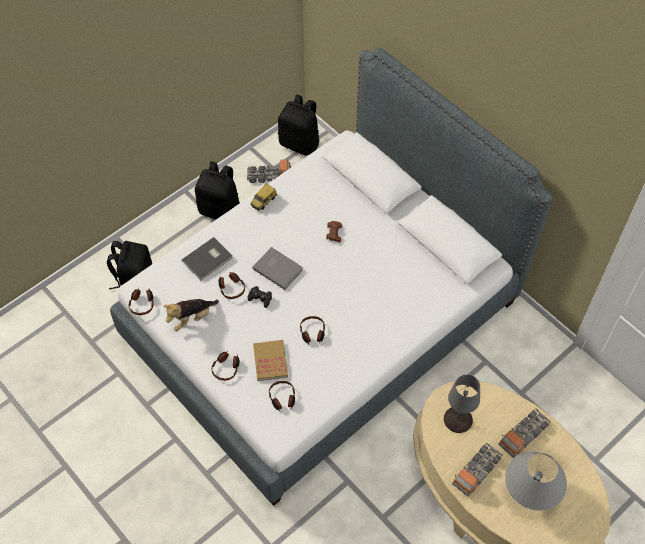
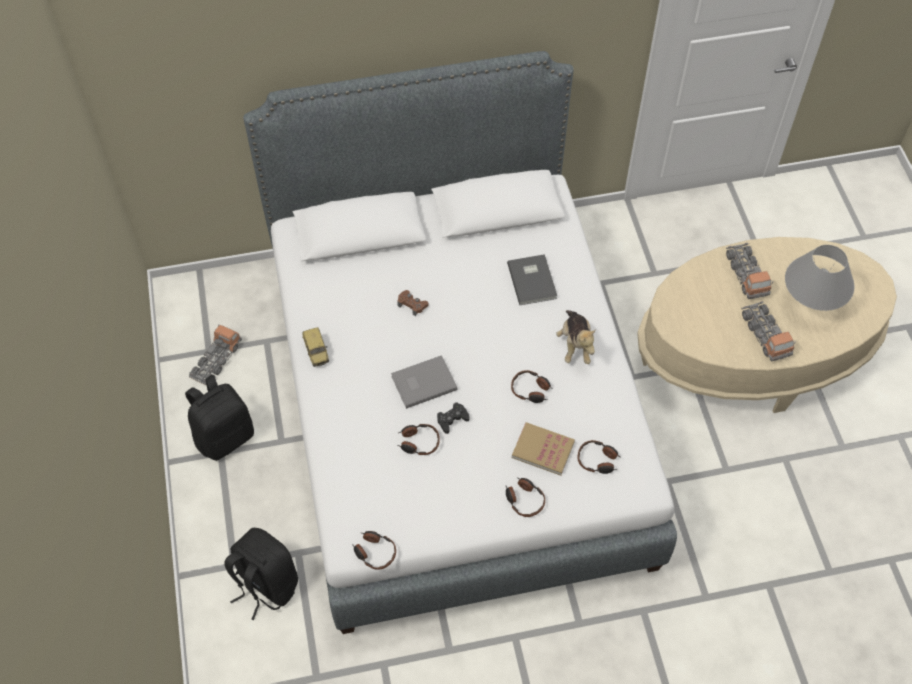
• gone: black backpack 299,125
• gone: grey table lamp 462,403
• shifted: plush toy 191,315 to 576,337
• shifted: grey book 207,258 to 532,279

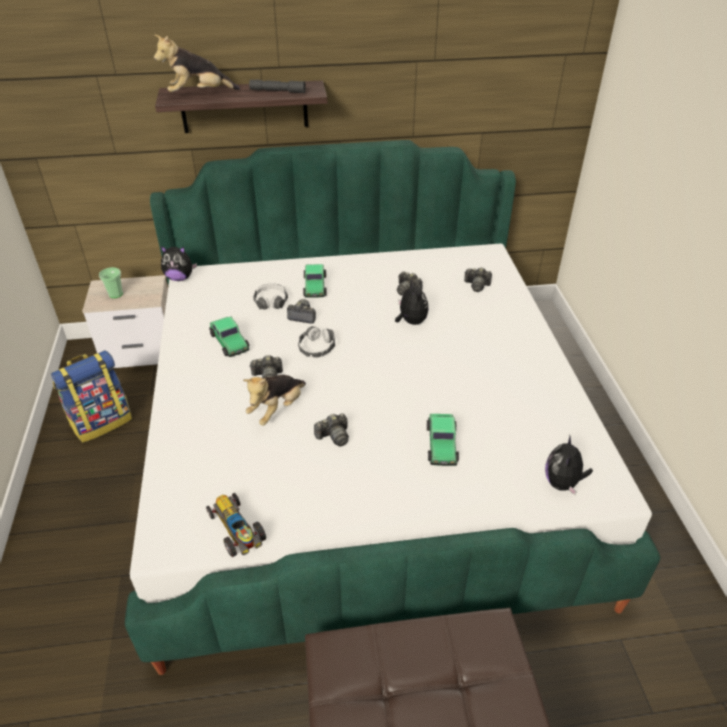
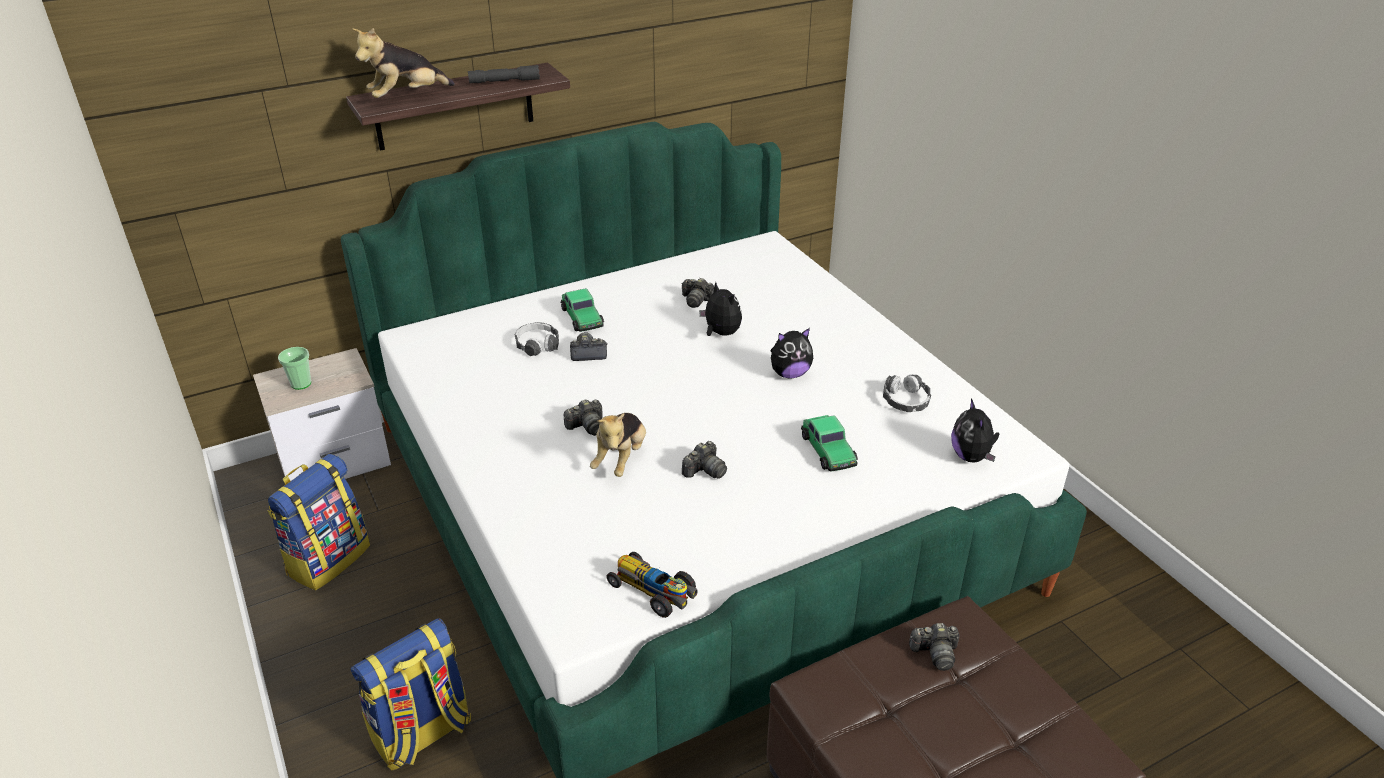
• gone: toy car 229,336
• new: backpack 411,694
• shifted: plush toy 179,263 to 792,353
• shifted: headphones 316,342 to 907,393
• shifted: photo camera 478,279 to 934,647

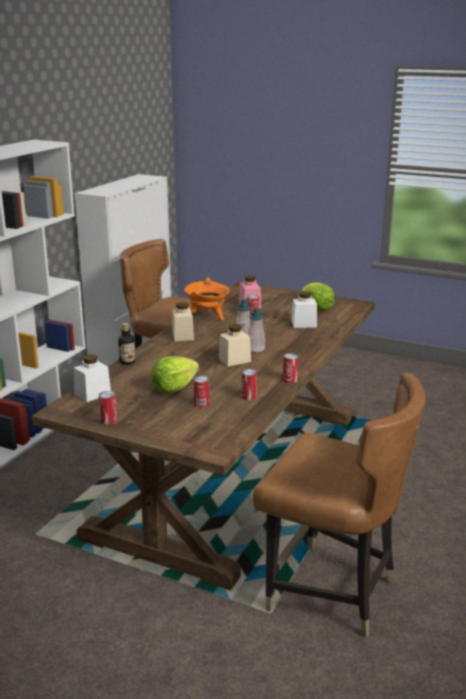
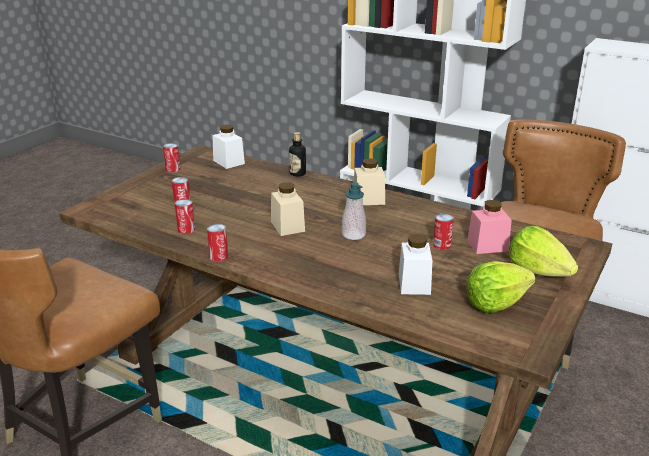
• gone: orange cooking pot 207,299
• gone: soap dispenser 256,330
• shifted: lettuce 175,374 to 543,251

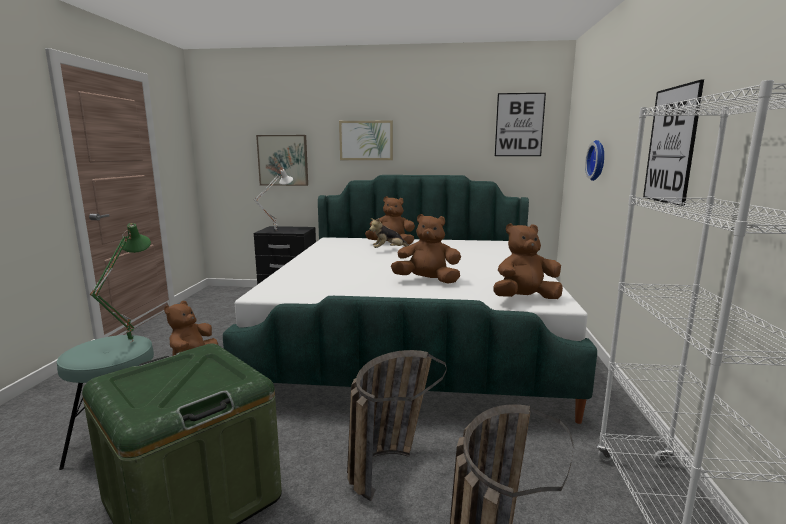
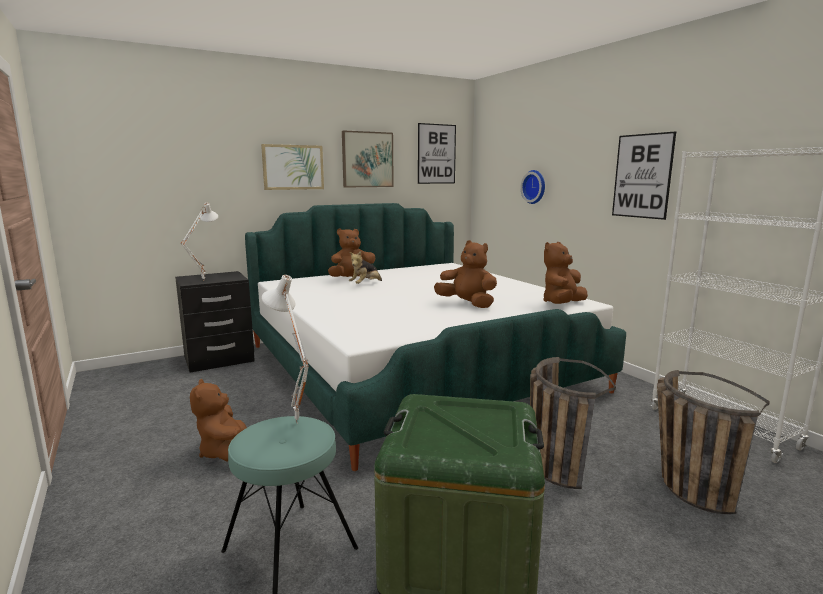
• shifted: picture 282,160 to 368,159
• repainted: green table lamp 120,283 to white table lamp 285,349
• rotated: brown plush toy 426,249 = 465,274 60 degrees clockwise

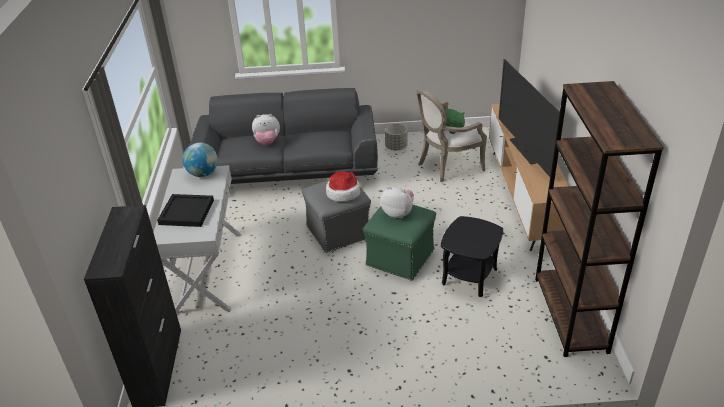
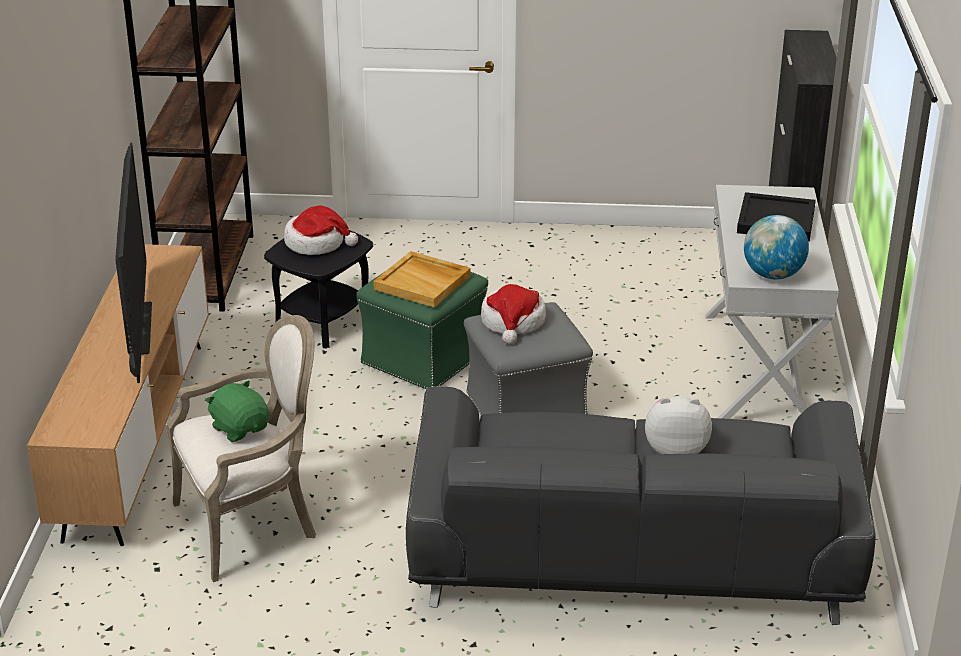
• gone: grey planter 396,136
• new: hat 321,230
• swapped: plush toy 397,202 to beige tray 421,279

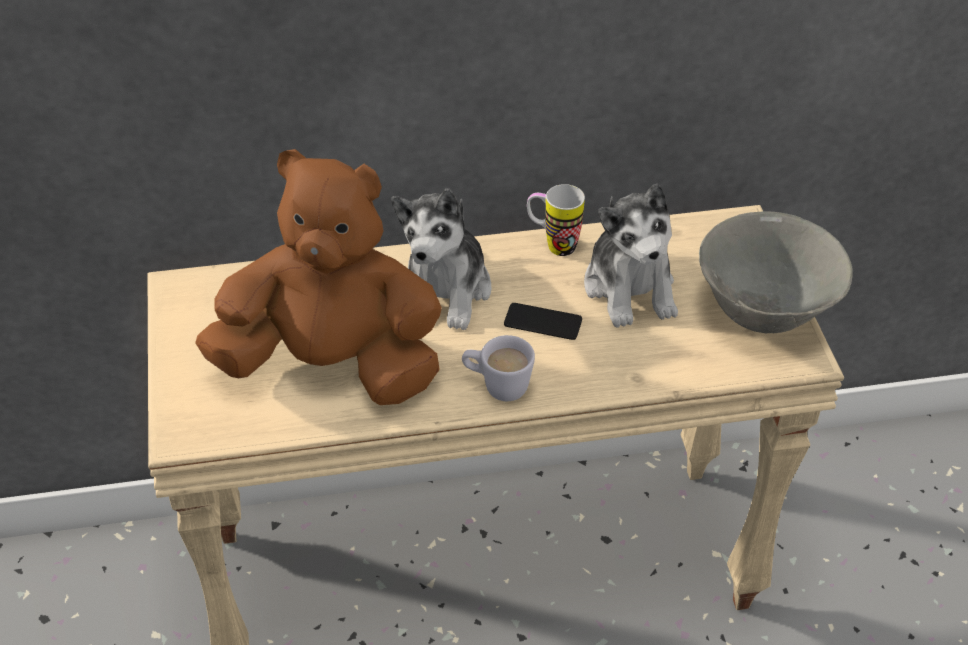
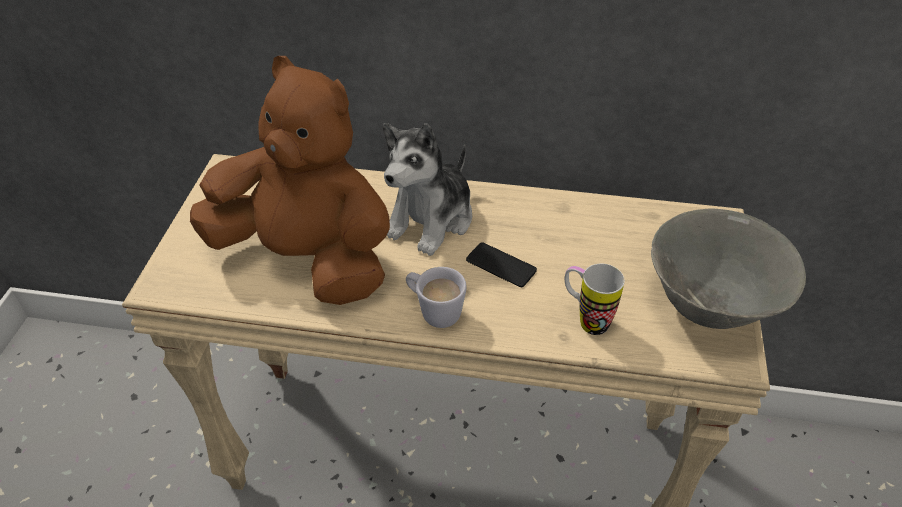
• gone: plush toy 631,255
• shifted: mug 556,220 to 595,299

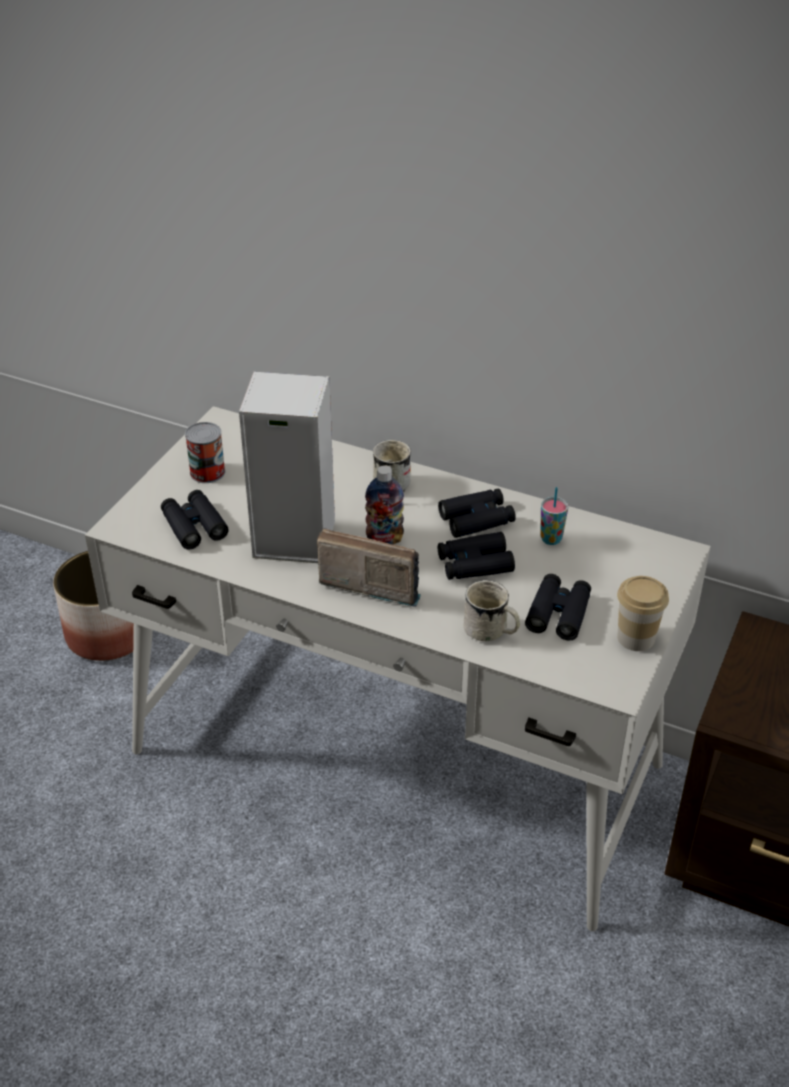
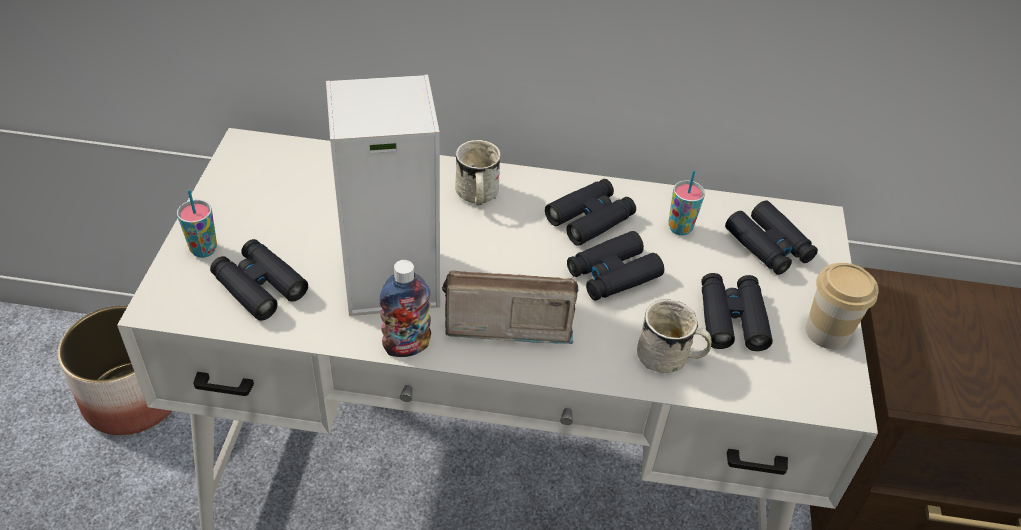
• gone: can 205,452
• new: cup 197,223
• new: black binoculars 771,237
• shifted: bottle 384,504 to 405,308

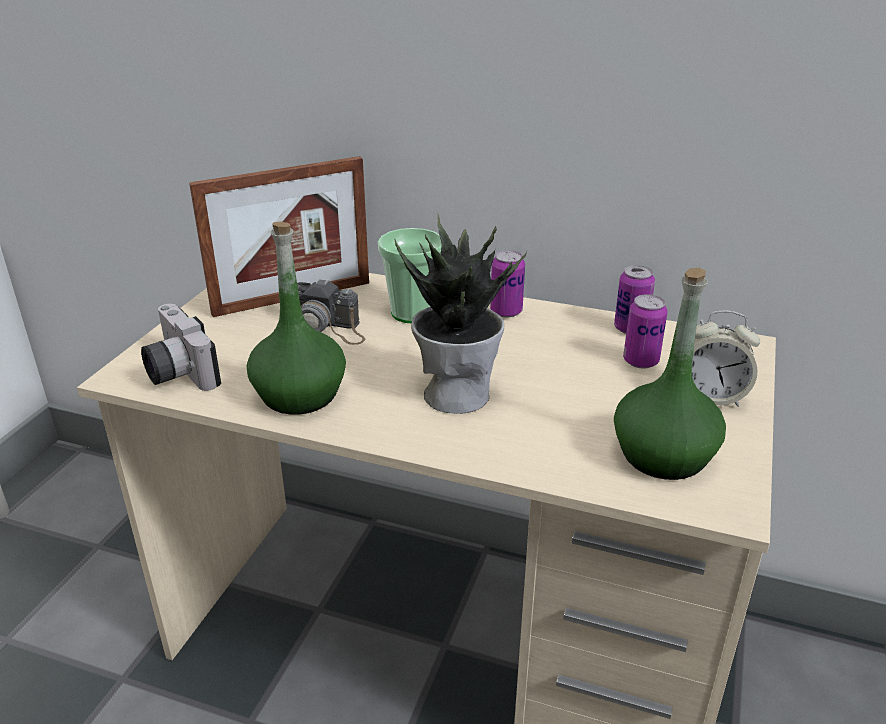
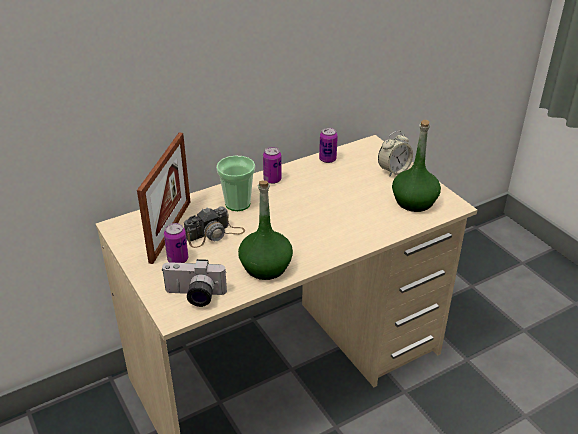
• gone: potted plant 461,313
• shifted: can 645,331 to 176,243

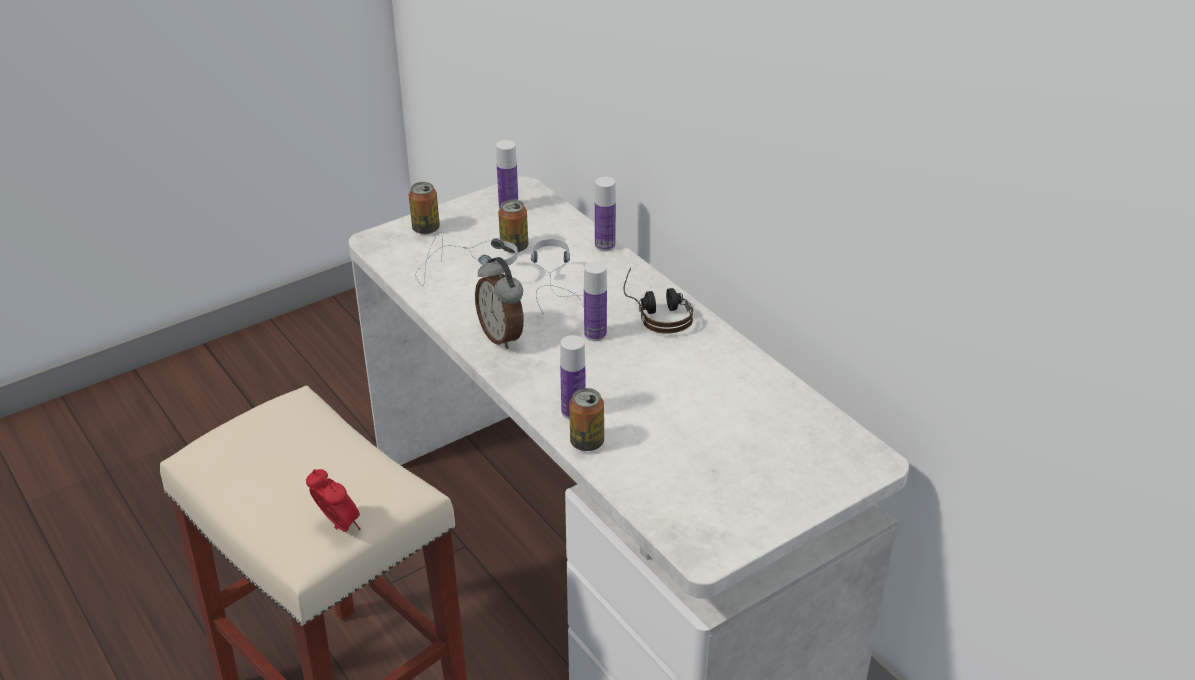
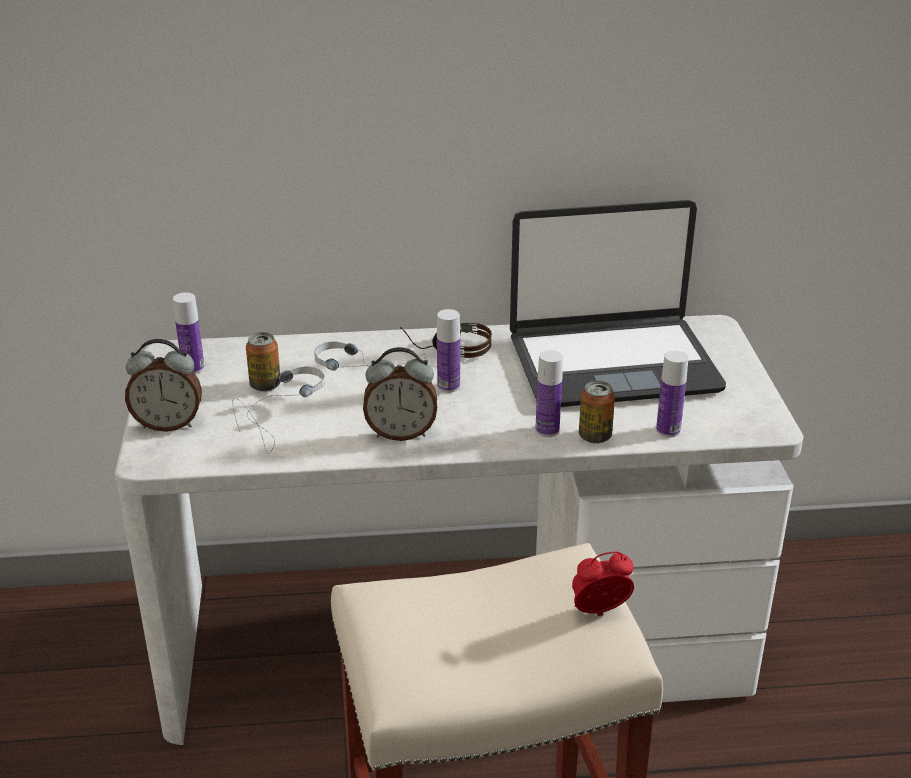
• new: laptop 618,303
• shifted: bottle 605,214 to 672,394
• swapped: can 424,208 to alarm clock 163,385

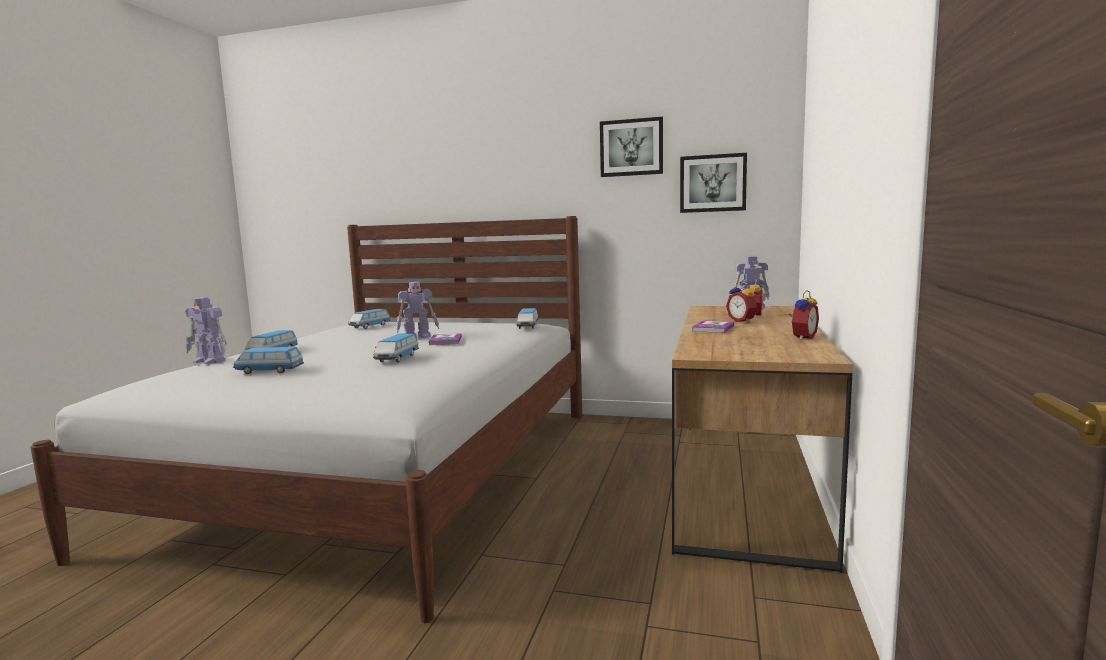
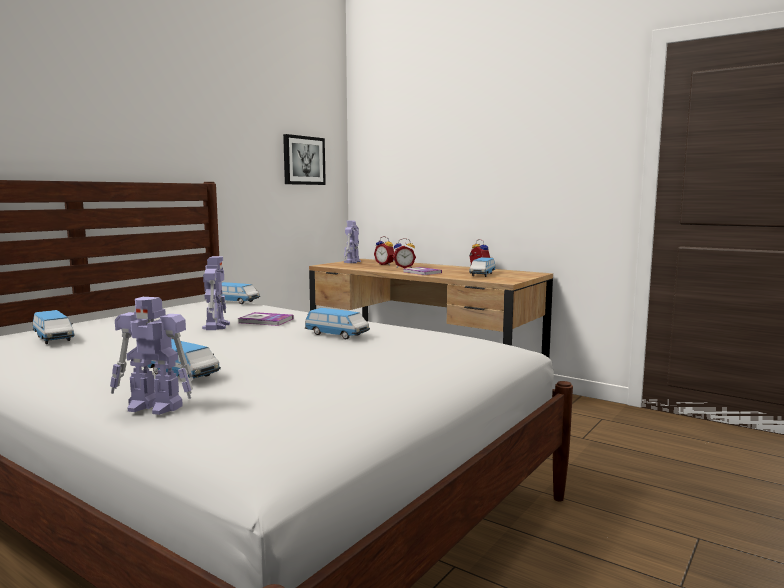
• gone: picture 631,147
• shifted: toy car 268,360 to 482,267
• rotated: toy robot 206,331 = 151,356 60 degrees clockwise

